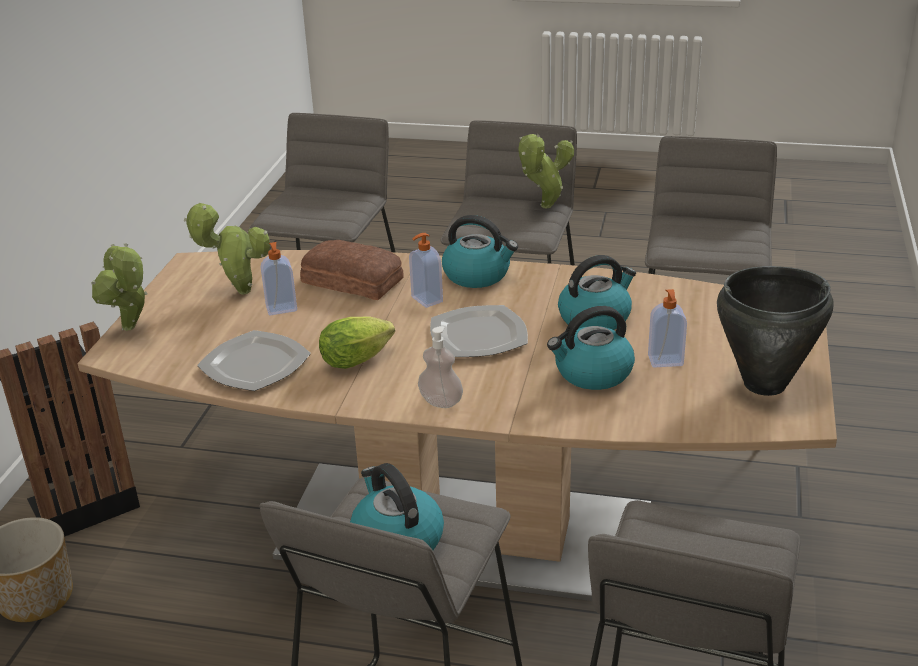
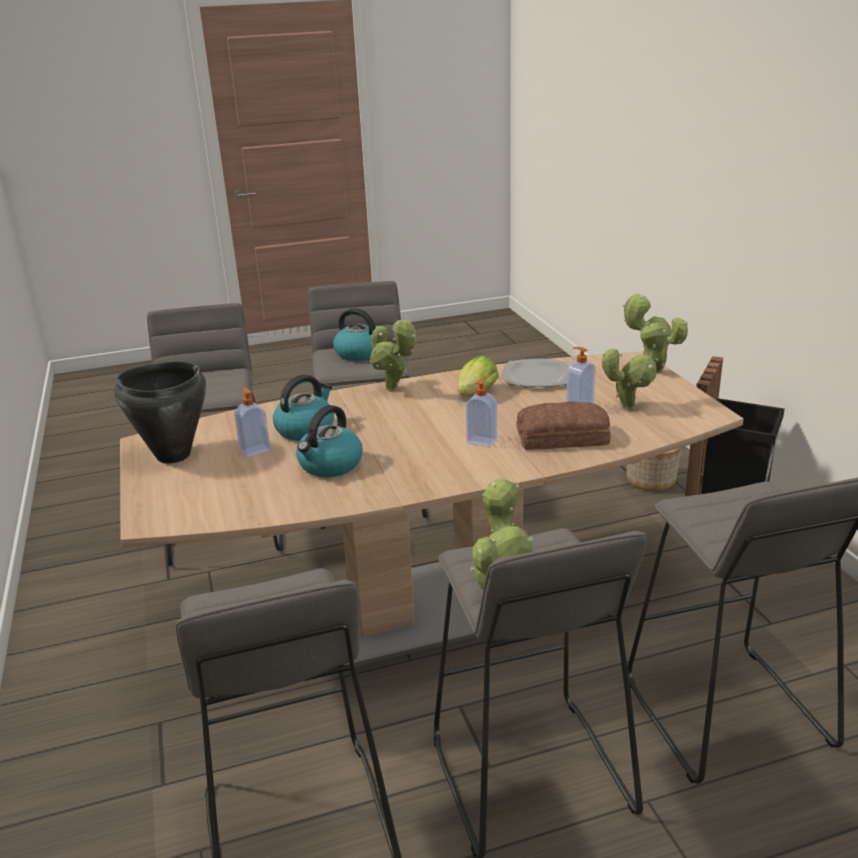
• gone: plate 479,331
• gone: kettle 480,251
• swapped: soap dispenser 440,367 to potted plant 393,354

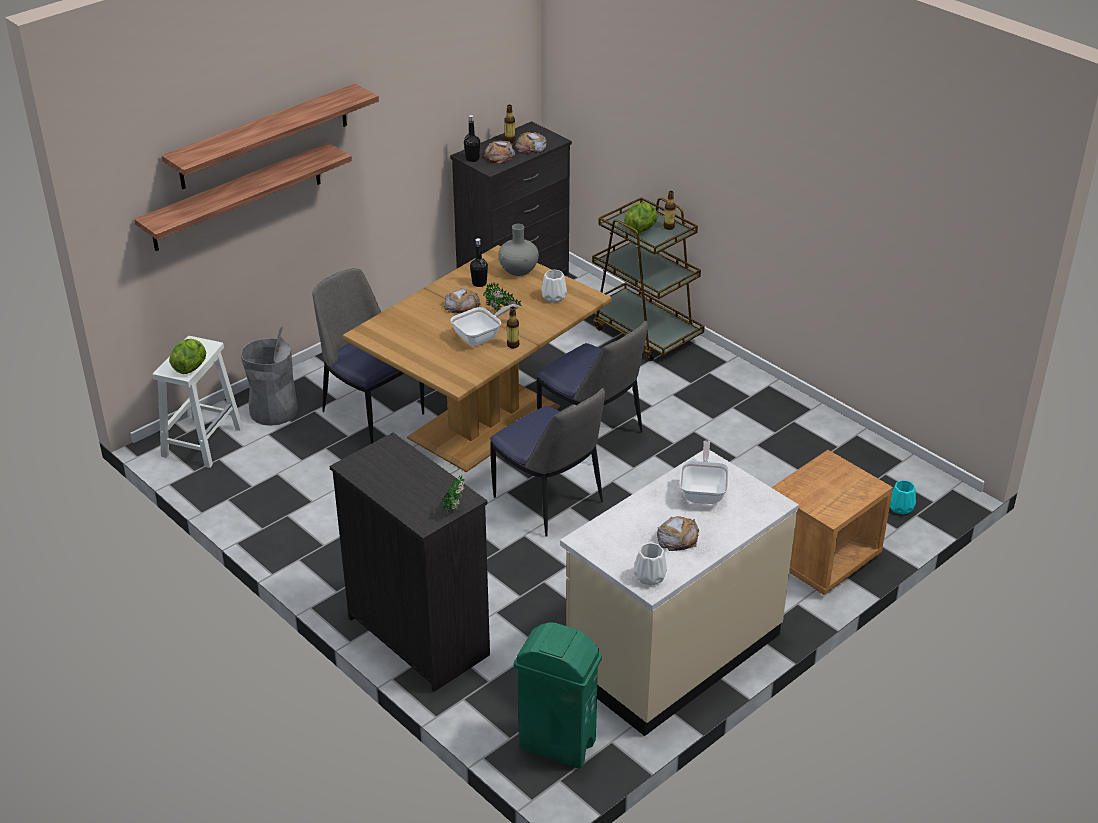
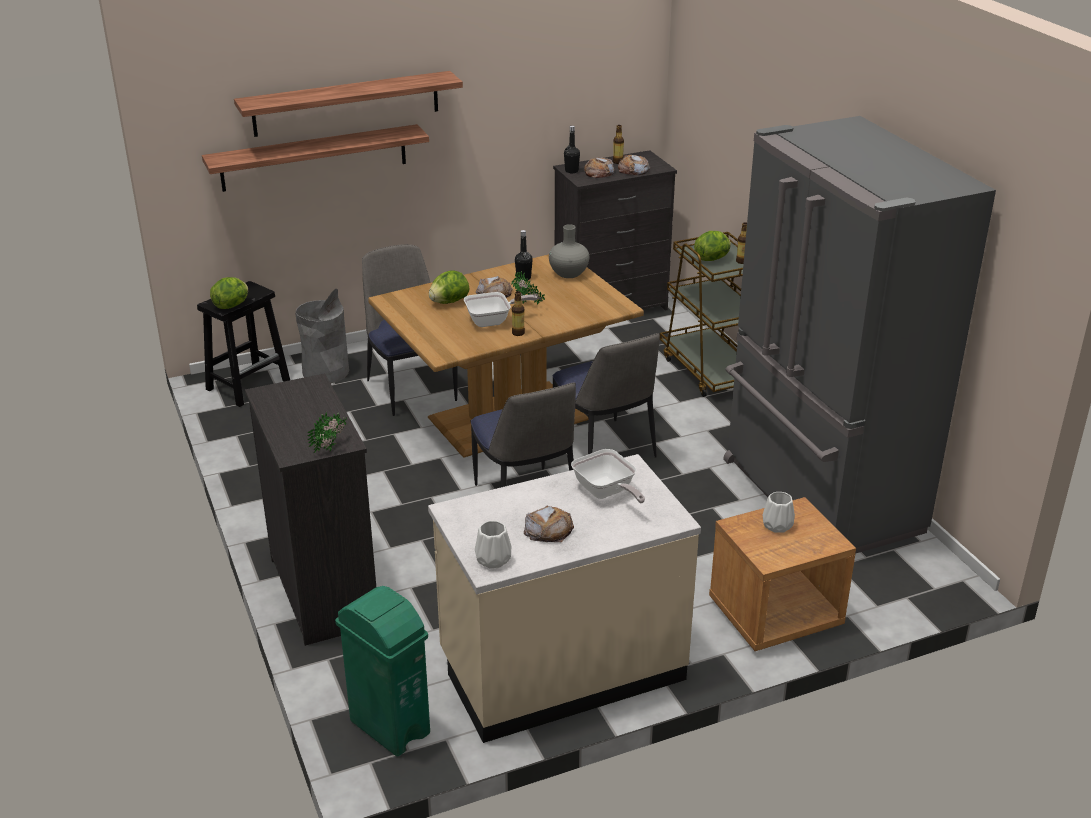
• gone: turquoise vase 903,497
• new: lettuce 449,287
• new: grey fridge 859,335
• shifted: white vase 554,286 to 779,512
• repainted: white stool 198,402 to black stool 243,344
• rotated: frying pan 704,472 = 608,476 120 degrees clockwise

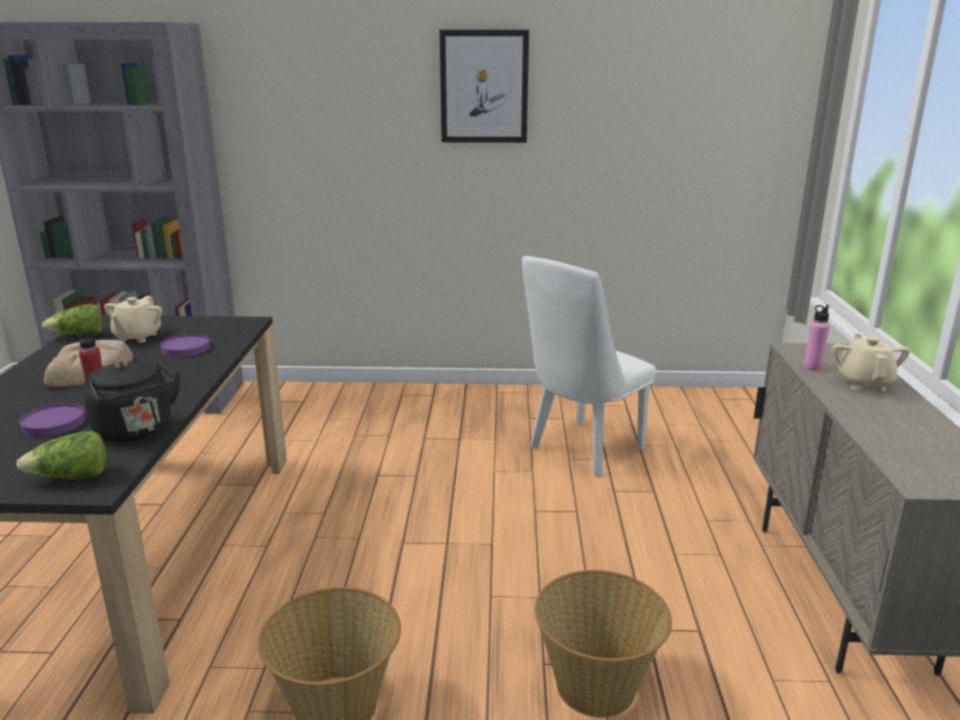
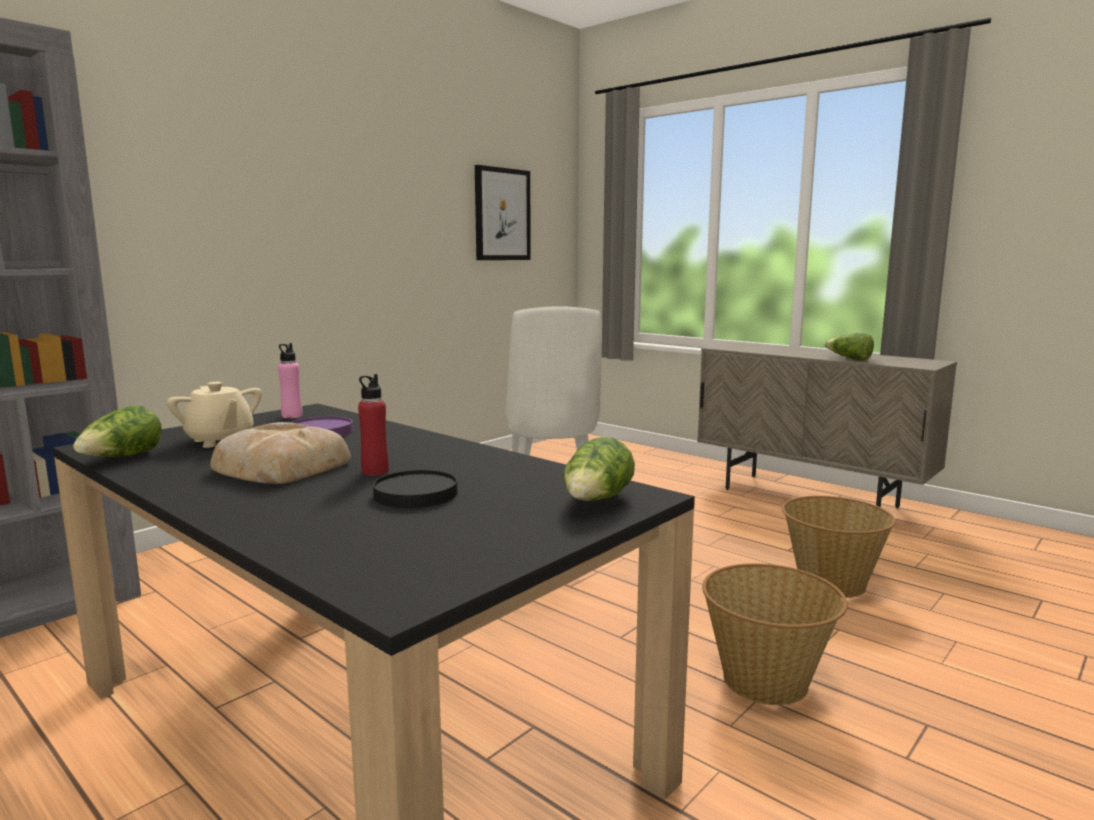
• gone: black kettle 132,400
• gone: beige teapot 871,362
• new: lettuce 849,347
• shifted: picture 484,86 to 503,212
• shifted: pink bottle 817,338 to 290,380
• repainted: purple plate 52,420 to black plate 415,489

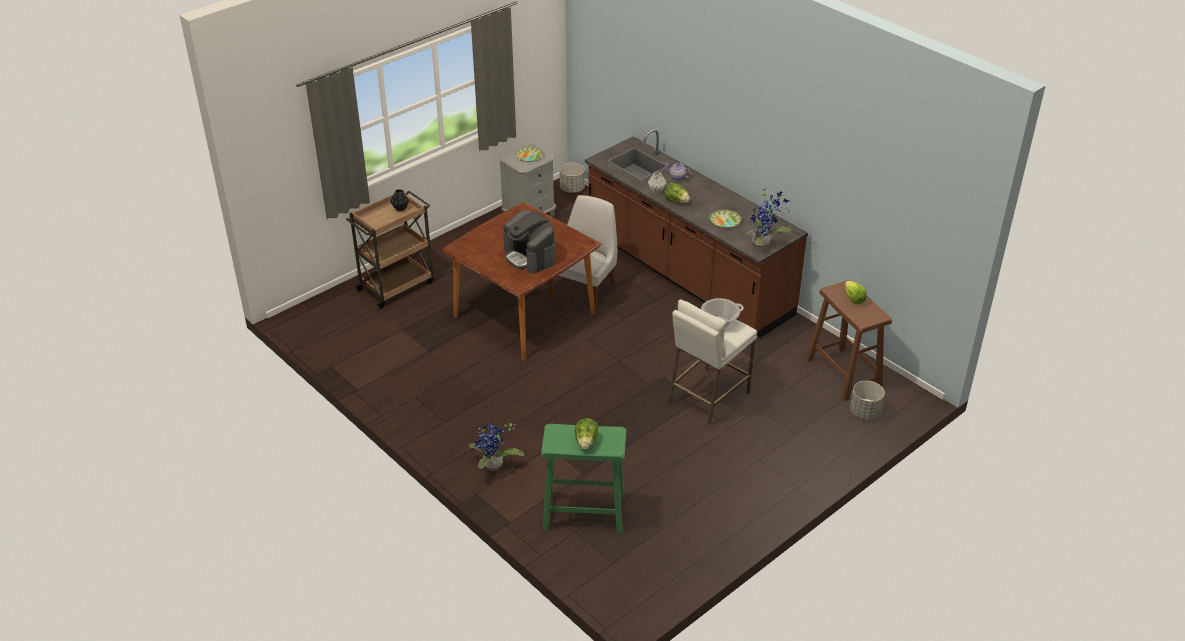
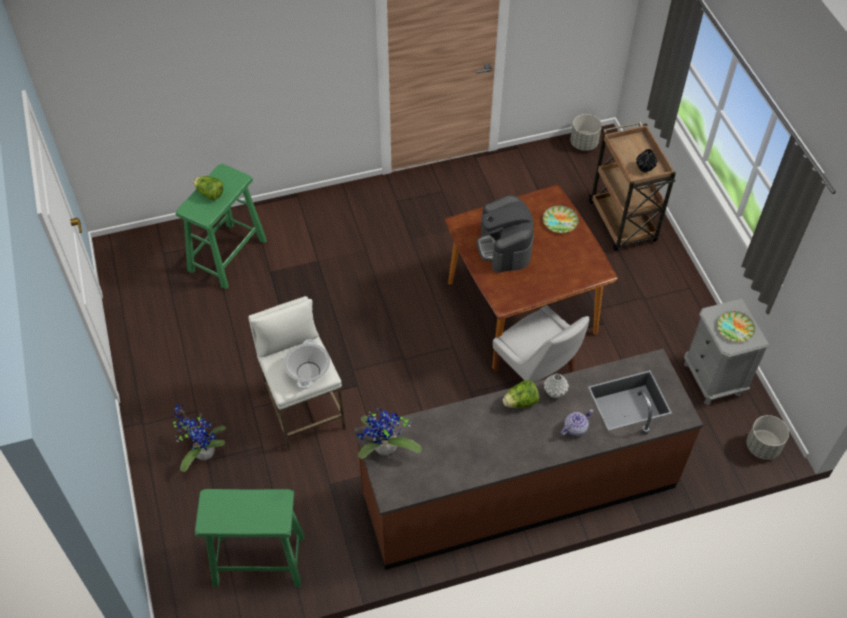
• gone: lettuce 856,292
• shifted: potted plant 496,447 to 199,438
• shifted: plate 725,219 to 561,219
• shifted: grey planter 867,400 to 586,132
• repainted: brown stool 849,340 to green stool 249,538
• rotated: coffee machine 529,242 = 505,234 90 degrees counterclockwise

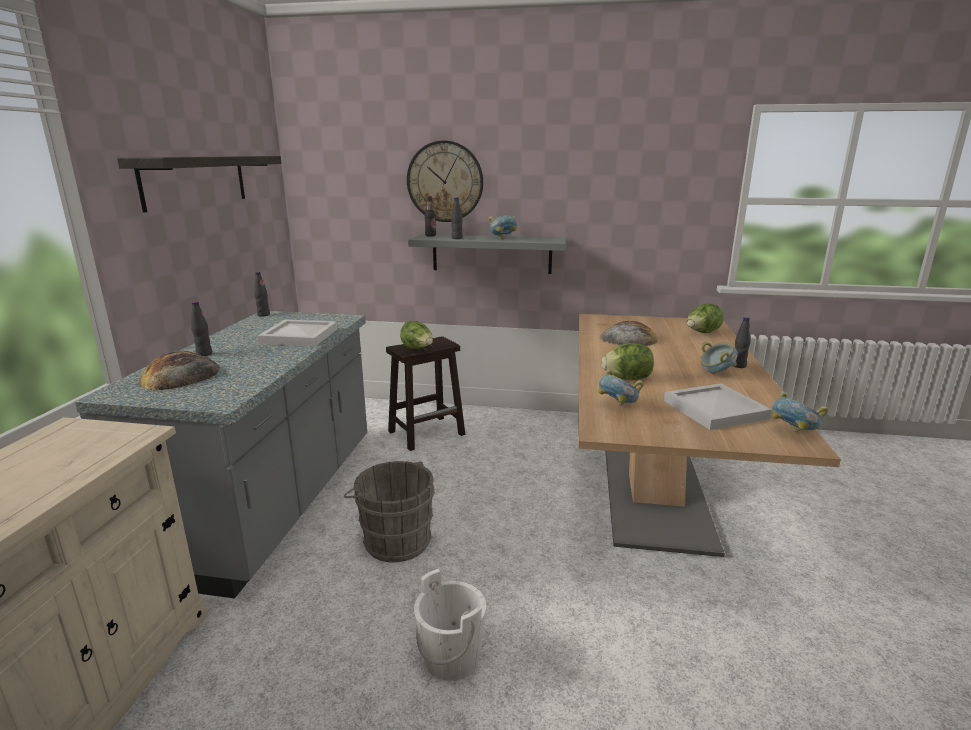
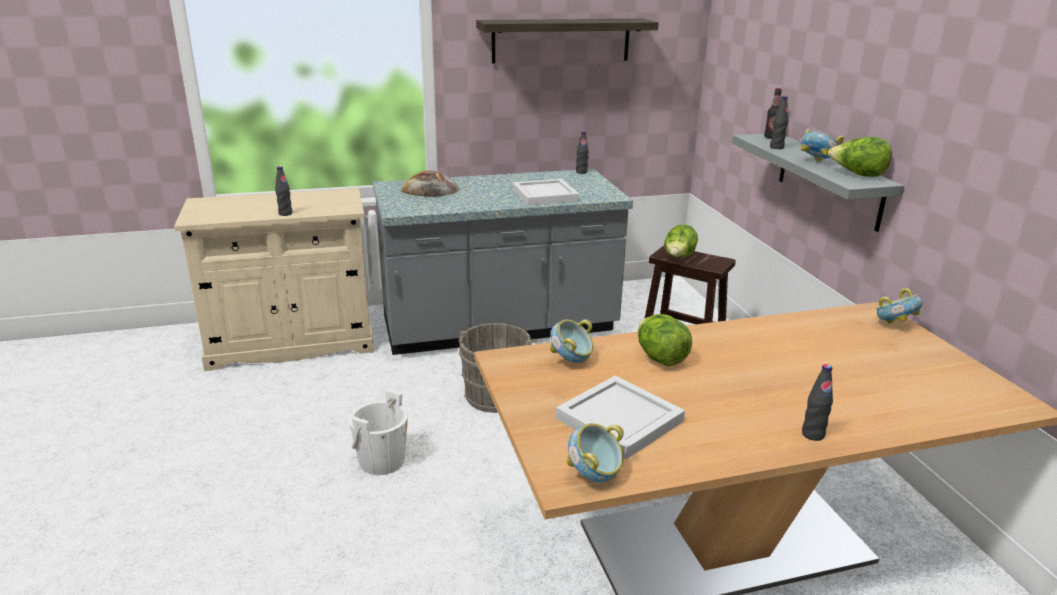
• gone: wall clock 445,181
• gone: bread 628,333
• shifted: black bottle 201,328 to 284,191
• shifted: lettuce 705,318 to 860,157
• shifted: bowl 719,358 to 899,306

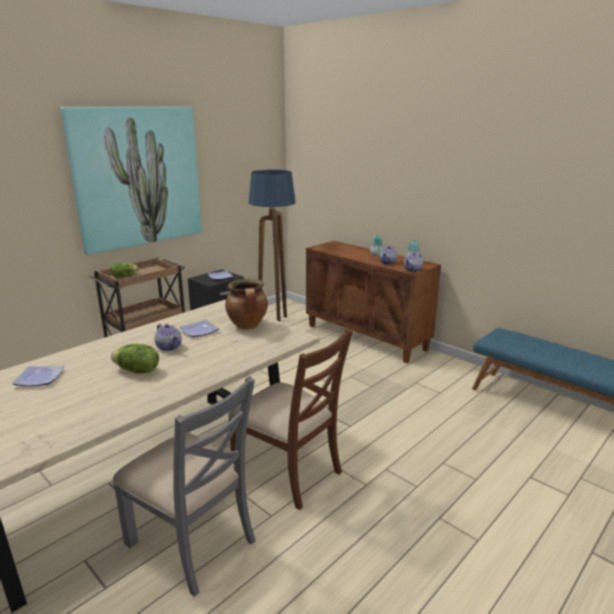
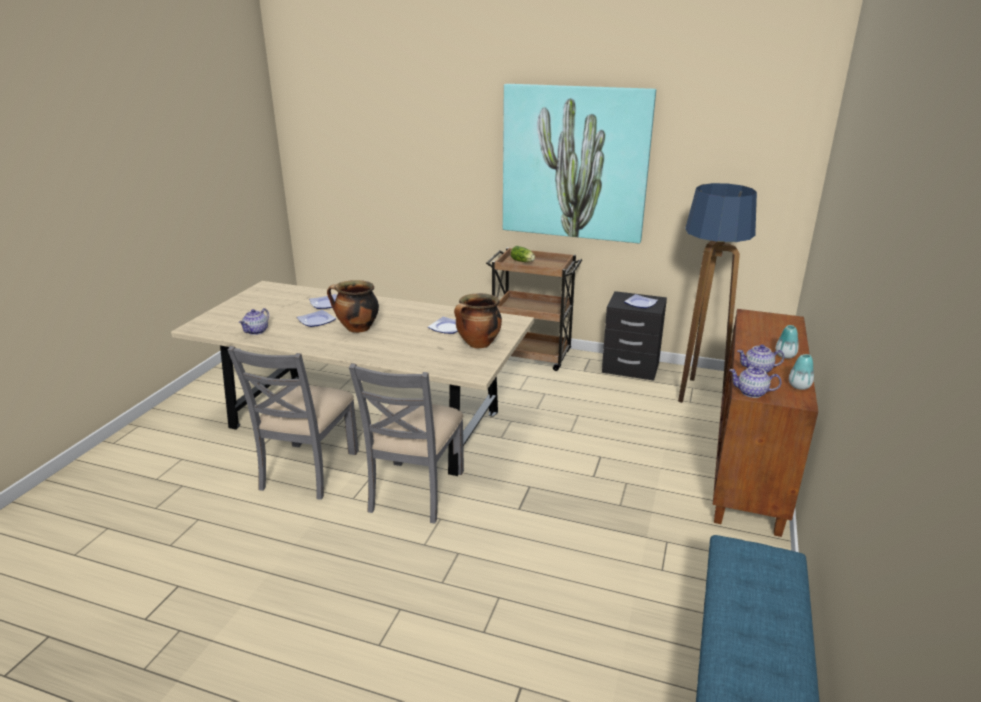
• new: plate 316,318
• shifted: teapot 168,337 to 254,321
• swapped: lettuce 135,358 to cooking pot 353,306
• repainted: brown chair 290,419 to grey chair 406,443

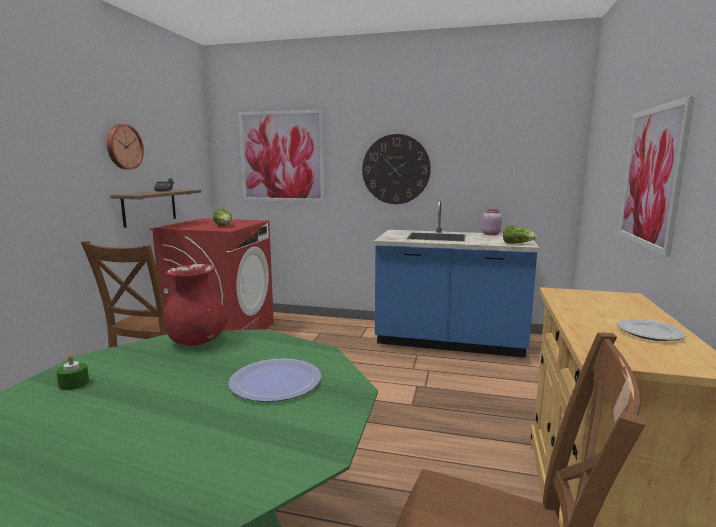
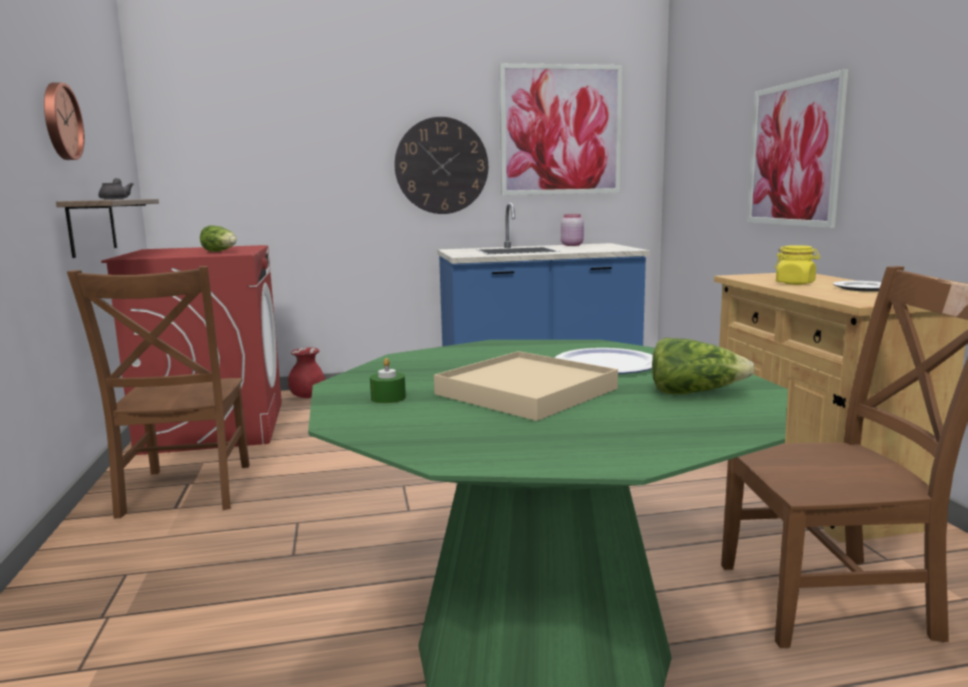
• new: beige tray 526,386
• new: yellow jar 798,265
• shifted: red vase 195,305 to 307,372
• shifted: picture 282,156 to 561,129
• shifted: lettuce 520,234 to 703,366

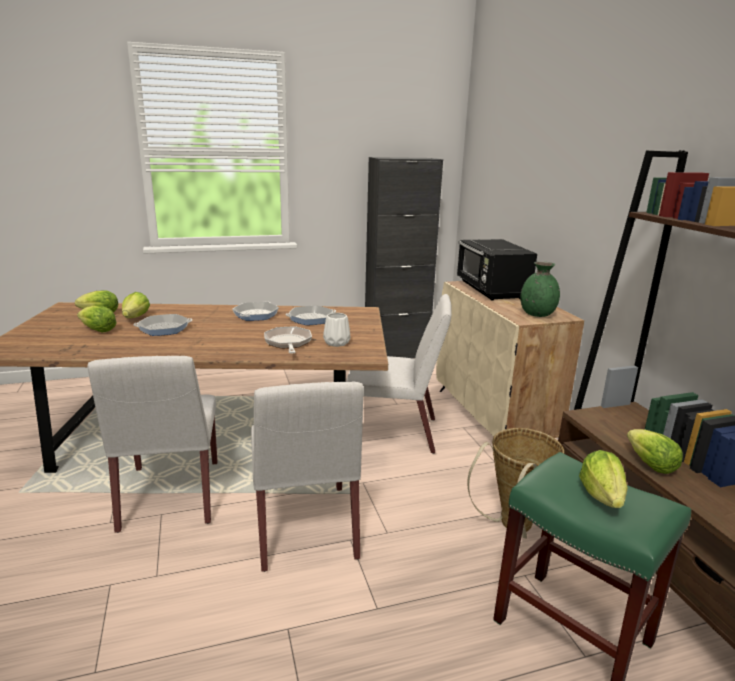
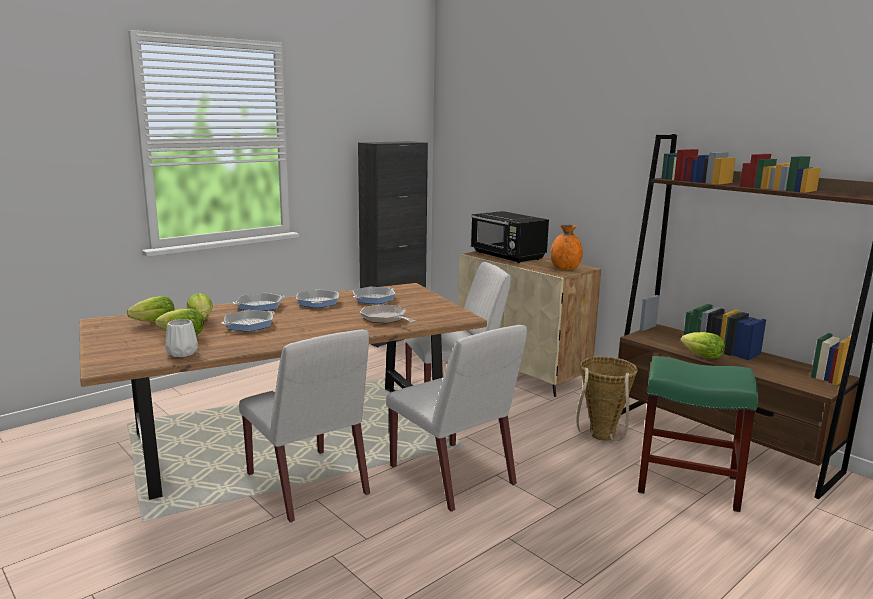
• gone: lettuce 603,479
• new: frying pan 259,302
• shifted: white vase 336,330 to 181,338
• repainted: green vase 540,289 to orange vase 567,247

